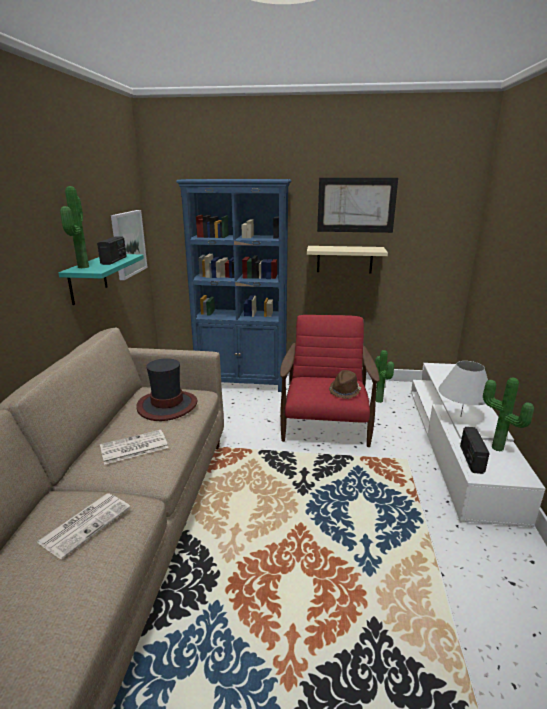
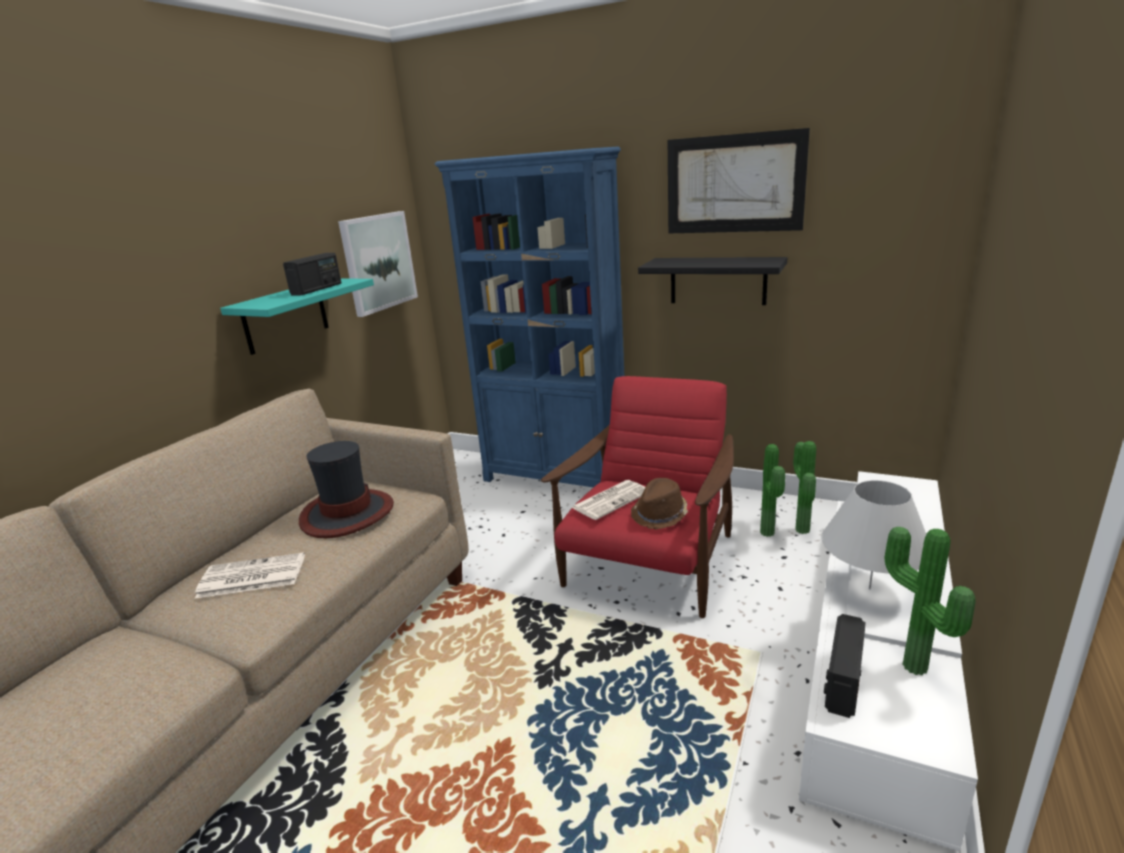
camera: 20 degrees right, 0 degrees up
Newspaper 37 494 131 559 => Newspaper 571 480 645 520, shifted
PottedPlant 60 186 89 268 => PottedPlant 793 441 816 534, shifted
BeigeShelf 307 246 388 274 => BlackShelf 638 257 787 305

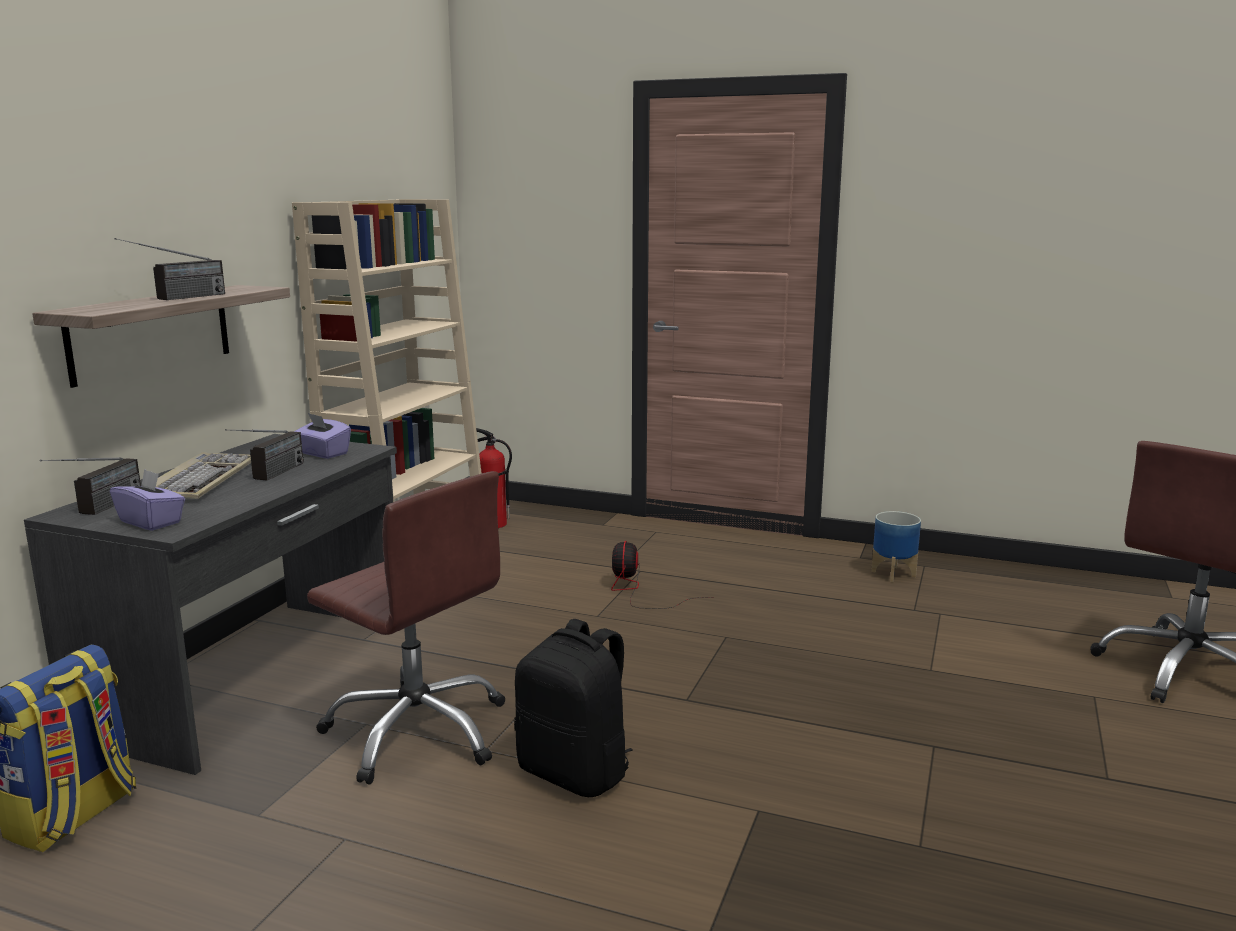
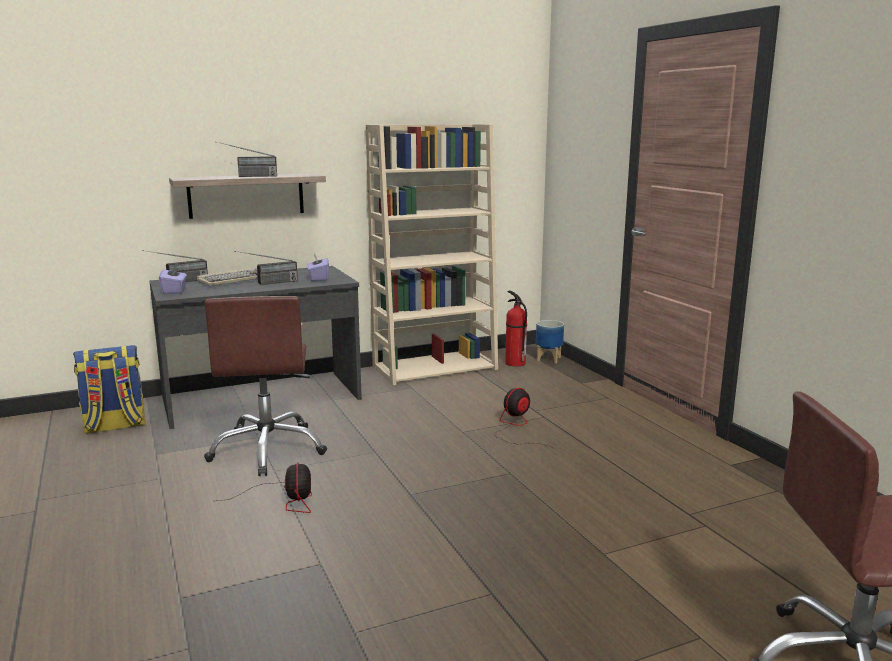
camera: 45 degrees right, 0 degrees up
Planter 871 511 921 582 => Planter 536 320 564 363, shifted
BlackBackpack 514 619 633 797 => Fan 217 463 312 513

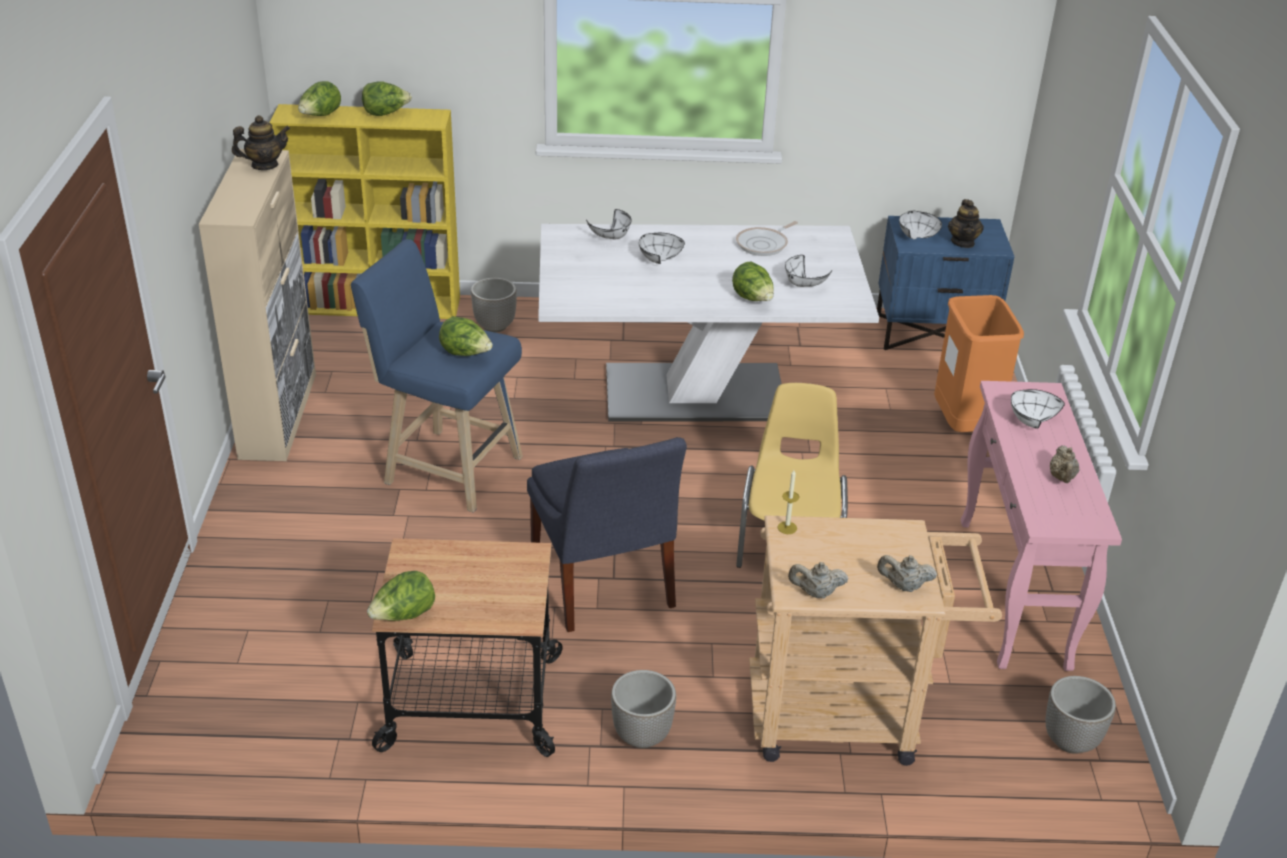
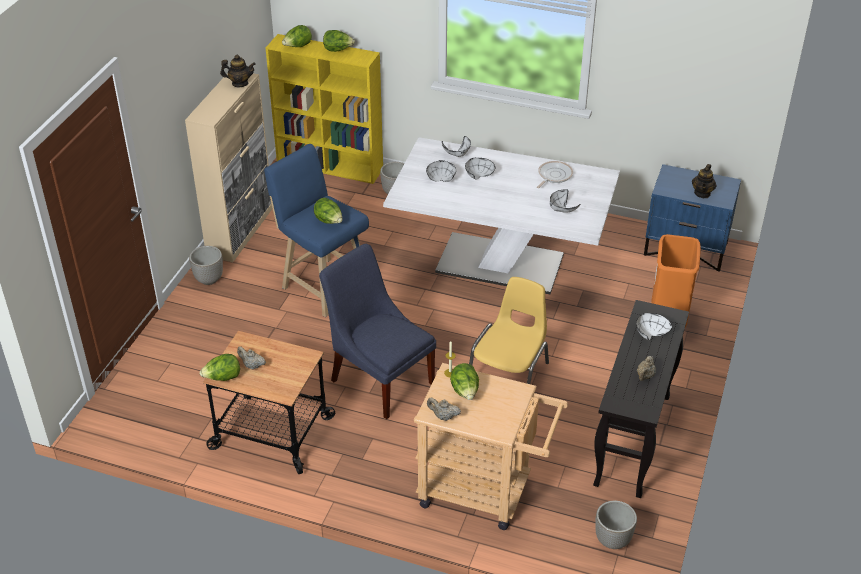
camera: 20 degrees right, 5 degrees up
Planter 611 670 676 748 => Planter 189 246 223 285, shifted
Lettuce 732 261 774 301 => Lettuce 450 363 479 400, shifted
BeigeTeapot 877 555 937 592 => BeigeTeapot 237 346 266 370, shifted
WhiteBowl 899 210 942 239 => WhiteBowl 426 160 456 182, shifted
PinkConsoleTable 961 381 1122 671 => BlackConsoleTable 593 300 689 498
BlueChair 527 437 687 632 => BlueChair 319 244 436 419, 135 degrees clockwise
FryingPan 736 221 798 256 => FryingPan 537 161 573 188, 150 degrees clockwise

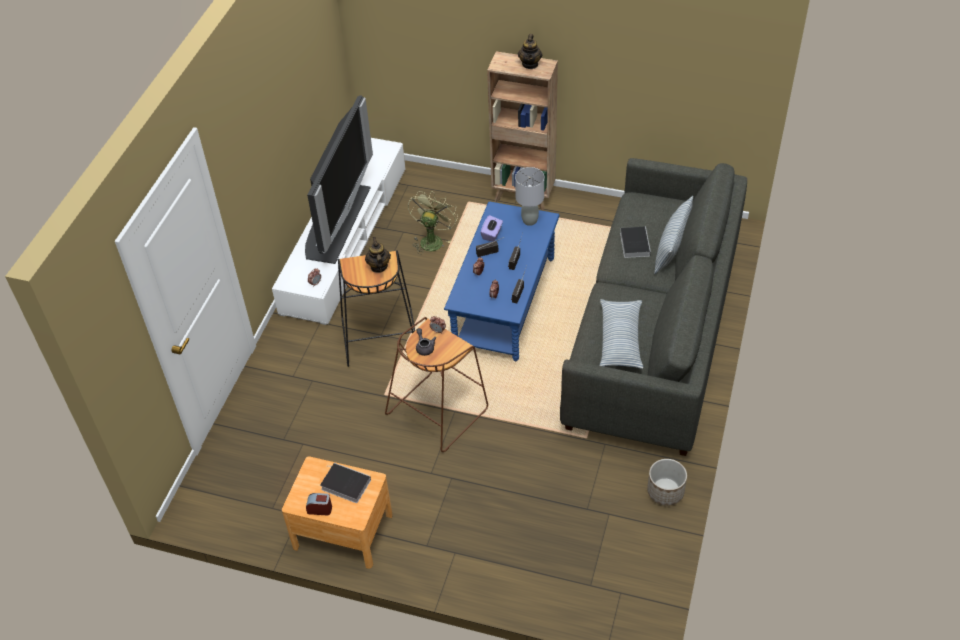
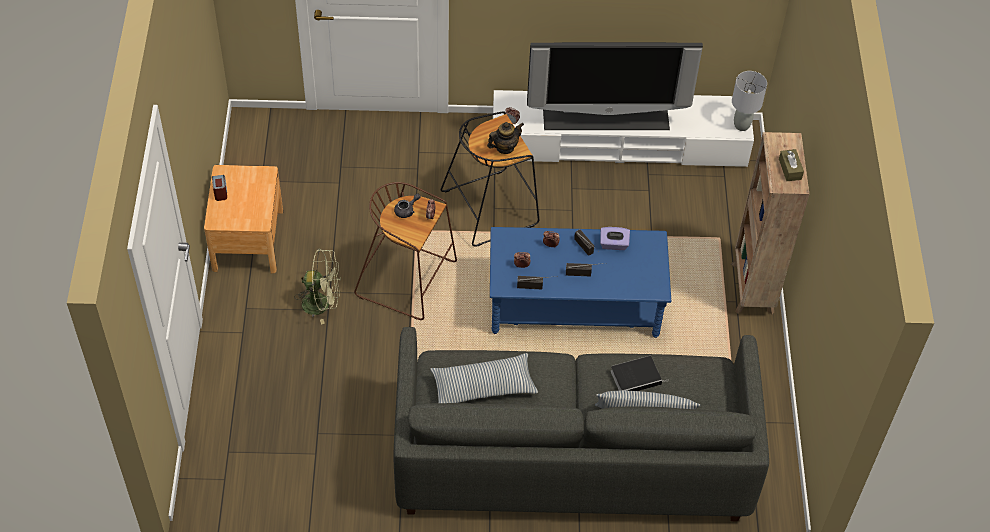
camera: 70 degrees right, 5 degrees up
Book 320 463 371 503 => nothing
Planter 647 459 687 506 => nothing
GreenFan 408 191 458 255 => GreenFan 294 249 341 325, shifted
GreyTableLamp 515 167 544 226 => GreyTableLamp 732 71 767 131, shifted
Teapot 518 34 542 69 => BrownTissueBox 779 149 804 181

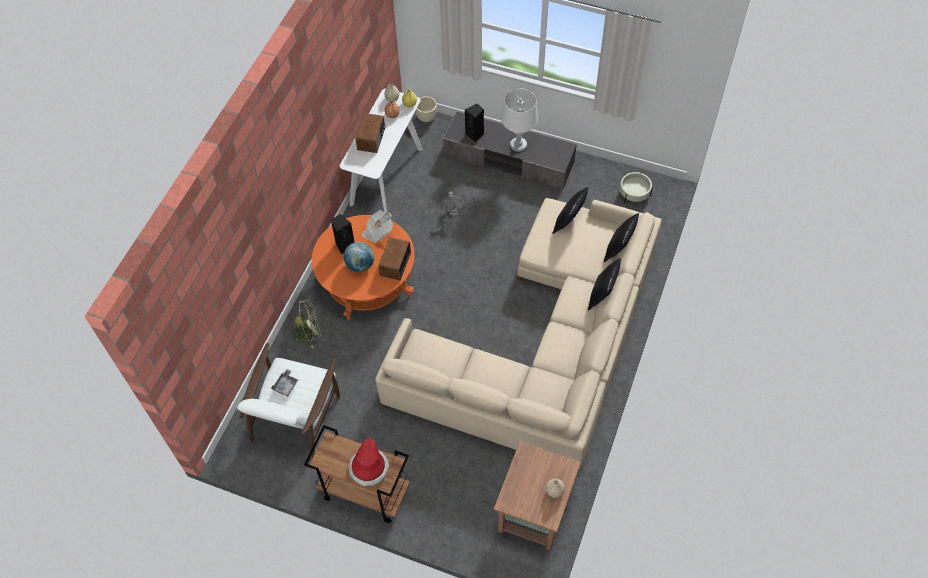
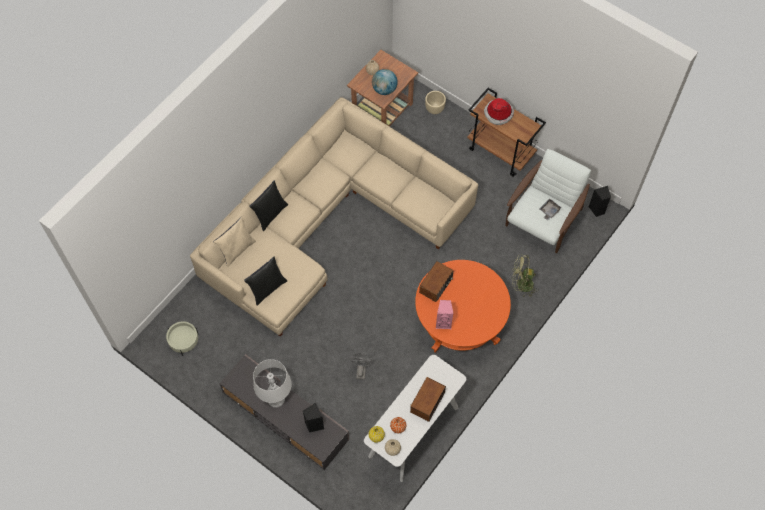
camera: 165 degrees left, 5 degrees up
BlackSpeaker 331 215 354 255 => BlackSpeaker 589 186 611 217, shifted
Globe 344 242 374 272 => Globe 372 69 398 95, shifted
BeigePlanter 416 96 437 122 => BeigePlanter 425 91 446 114, shifted
Newspaper 362 210 393 244 => PinkSpeaker 436 300 453 329
BlackPillow 604 213 639 262 => BeigePillow 214 217 256 267

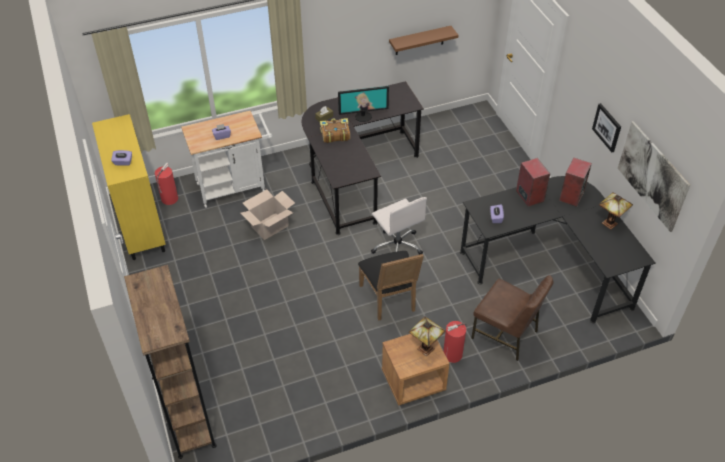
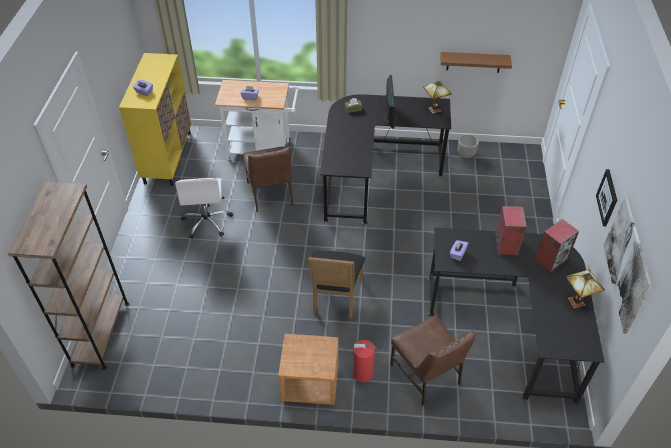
camera: 25 degrees right, 0 degrees up
FireExtinguisher 155 163 178 205 => nothing
Book 320 118 350 143 => nothing
nothing => Planter 458 134 479 158
WhiteOfficeChair 371 197 427 255 => WhiteOfficeChair 175 178 233 239, shifted
TableLamp 409 316 445 356 => TableLamp 423 81 452 114, shifted
CardboardBox 241 189 295 240 => BrownChair 243 146 293 212
Monitor 338 86 389 122 => Monitor 382 75 398 129, 105 degrees counterclockwise

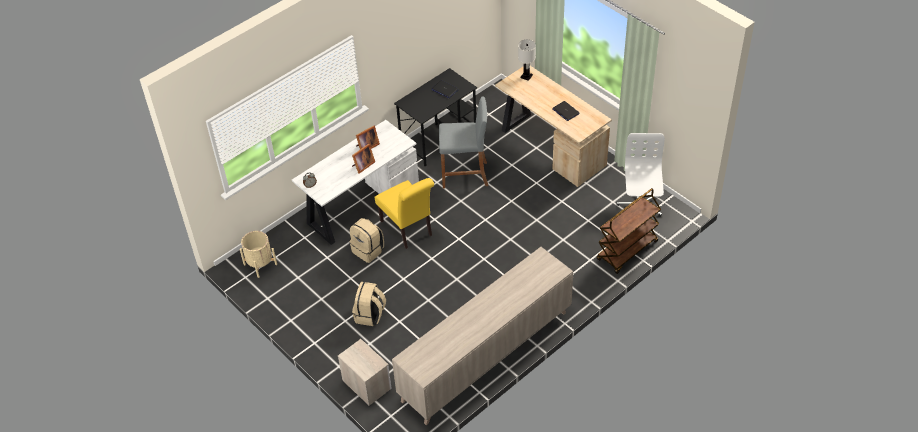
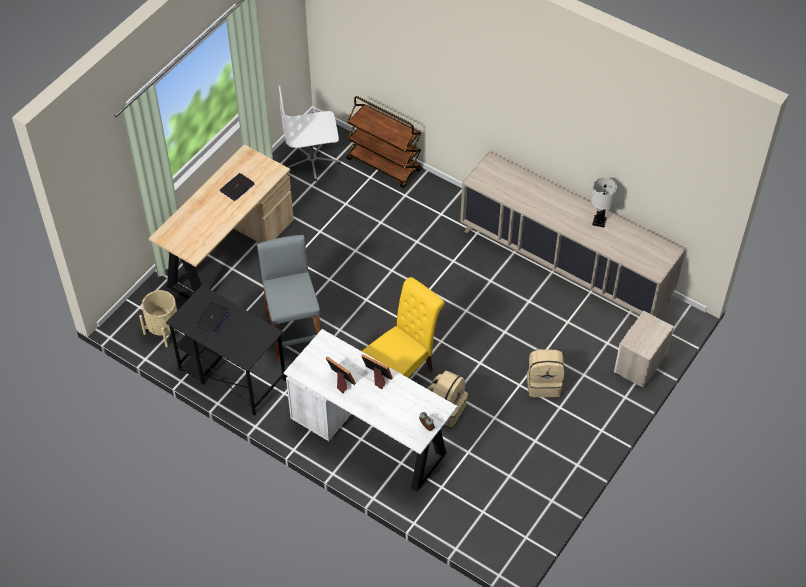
camera: 105 degrees left, 5 degrees up
BeigePlanter 240 231 277 278 => BeigePlanter 139 290 177 347, shifted
WhiteTableLamp 518 39 536 81 => WhiteTableLamp 591 177 617 227, shifted

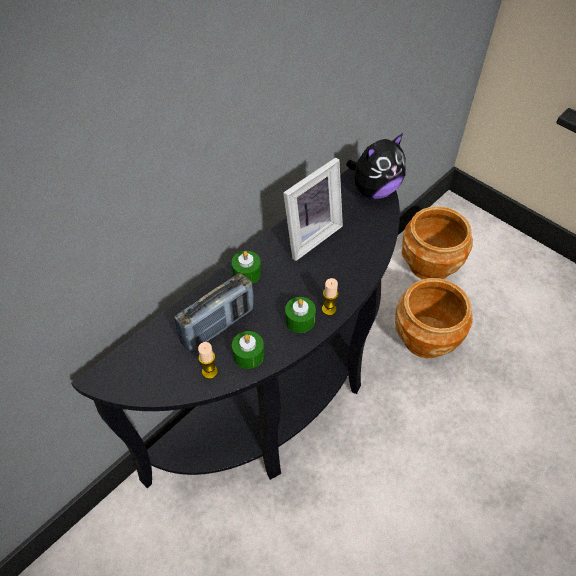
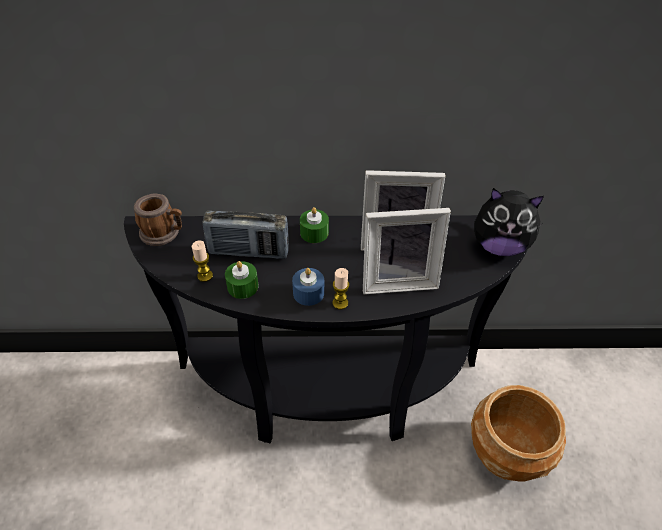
camera: 45 degrees right, 5 degrees down
BrownPlanter 401 206 473 279 => nothing
nothing => Mug 134 194 182 246
nothing => PictureFrame 363 208 451 294
GreenCandle 285 297 316 333 => BlueCandle 292 268 324 306

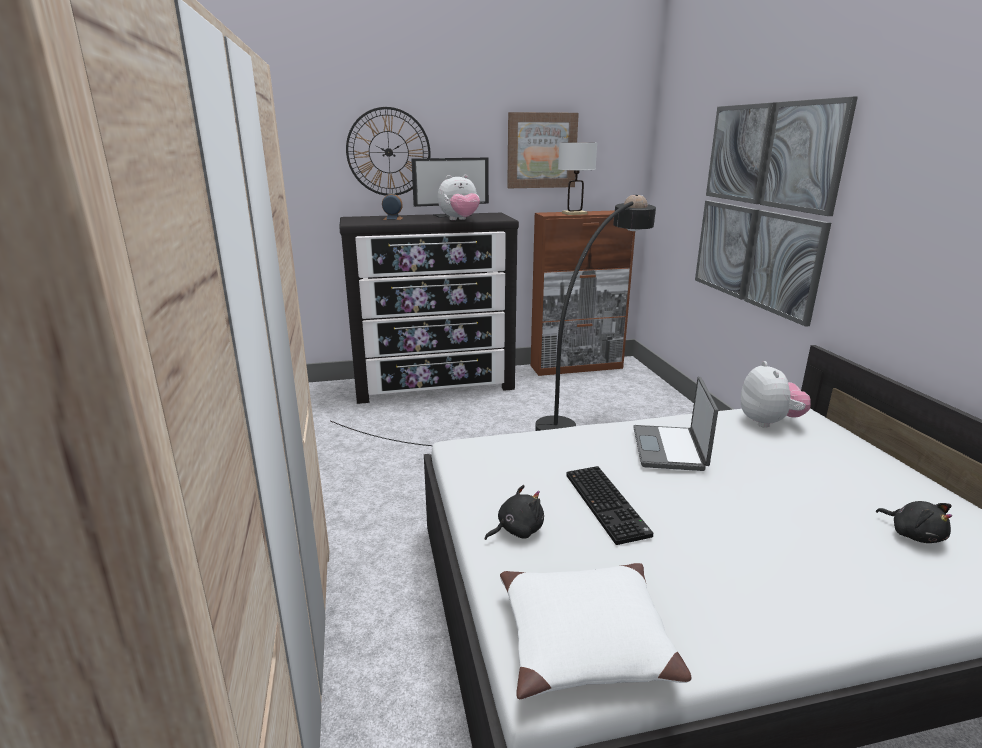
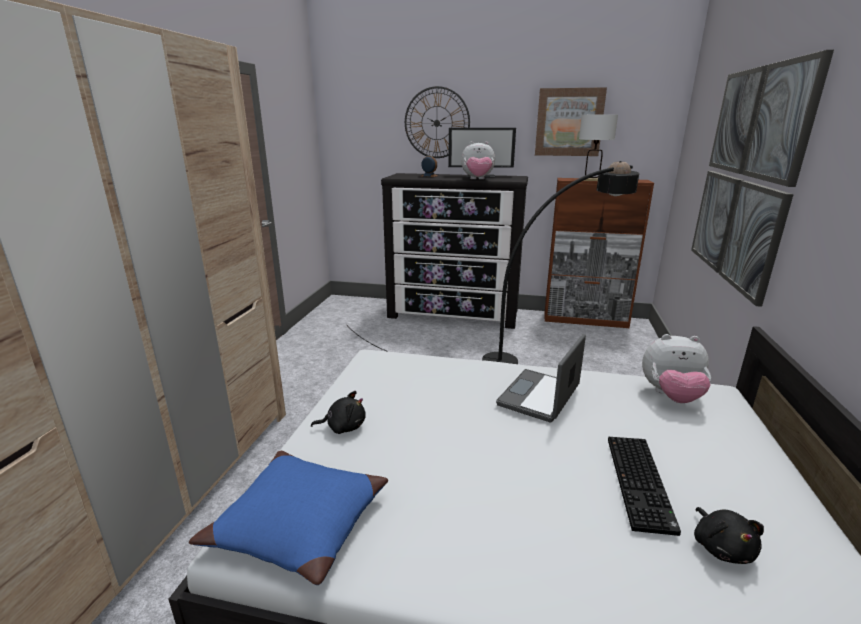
camera: 25 degrees right, 0 degrees up
Keyboard 566 466 653 545 => Keyboard 608 437 681 536, shifted
WhitePillow 500 563 691 699 => BluePillow 189 451 388 585
PlushToy 741 361 811 428 => PlushToy 642 334 711 403, 75 degrees clockwise

